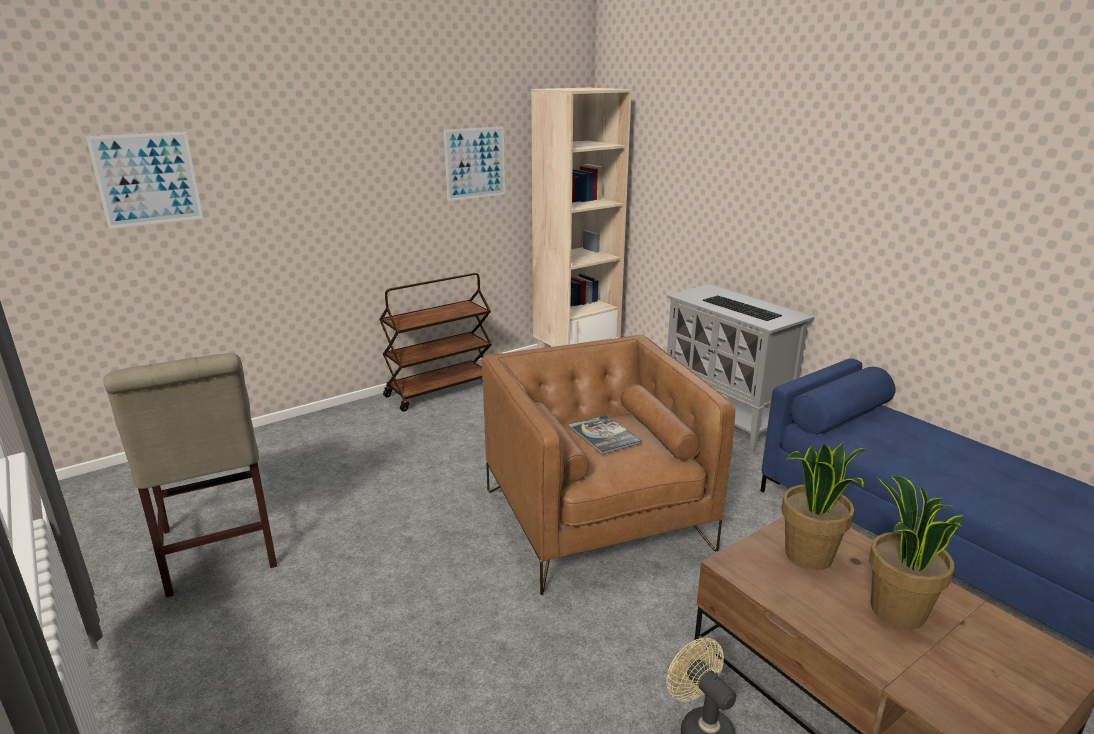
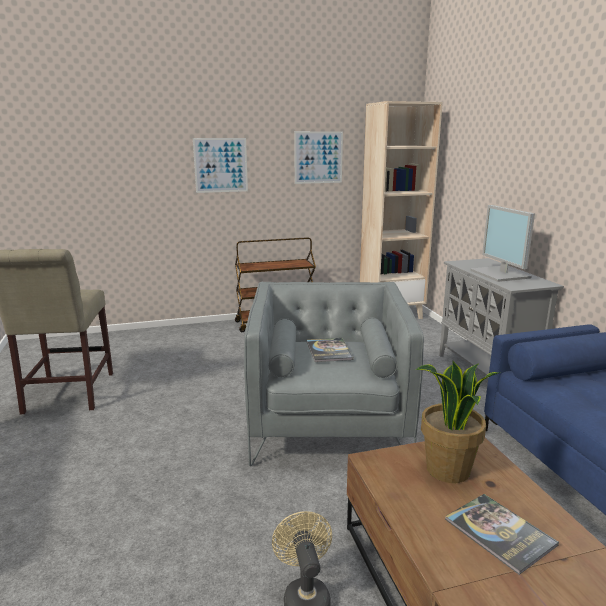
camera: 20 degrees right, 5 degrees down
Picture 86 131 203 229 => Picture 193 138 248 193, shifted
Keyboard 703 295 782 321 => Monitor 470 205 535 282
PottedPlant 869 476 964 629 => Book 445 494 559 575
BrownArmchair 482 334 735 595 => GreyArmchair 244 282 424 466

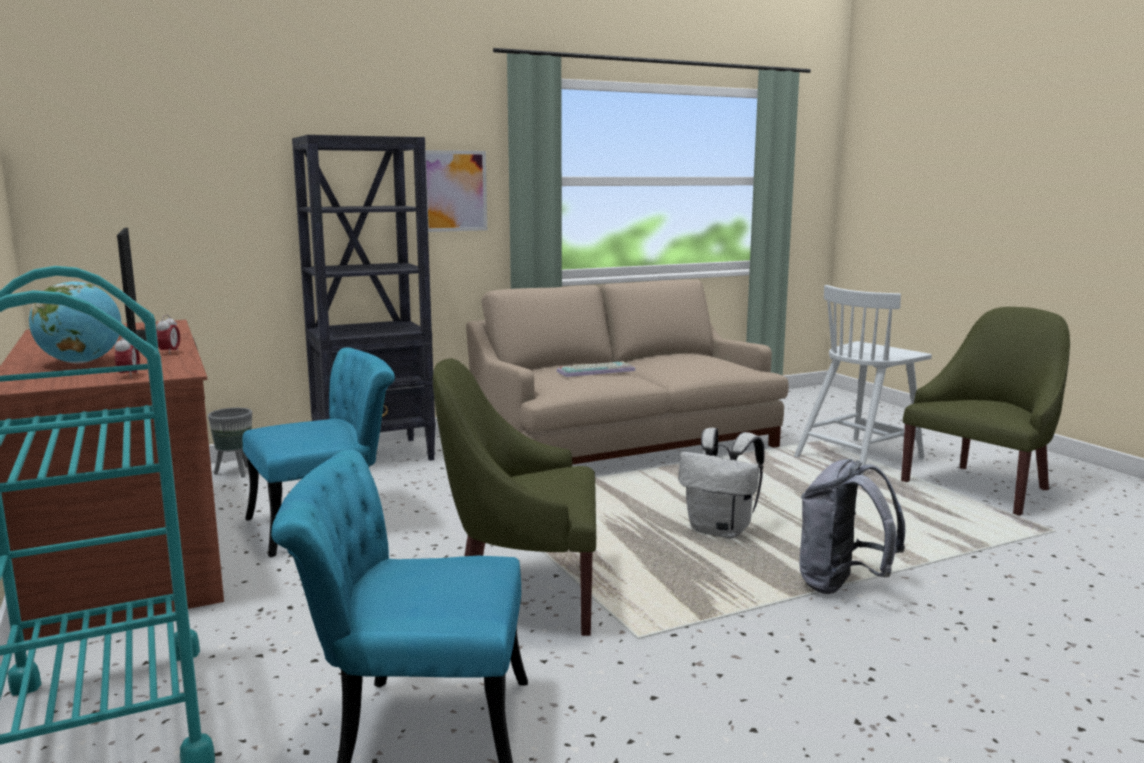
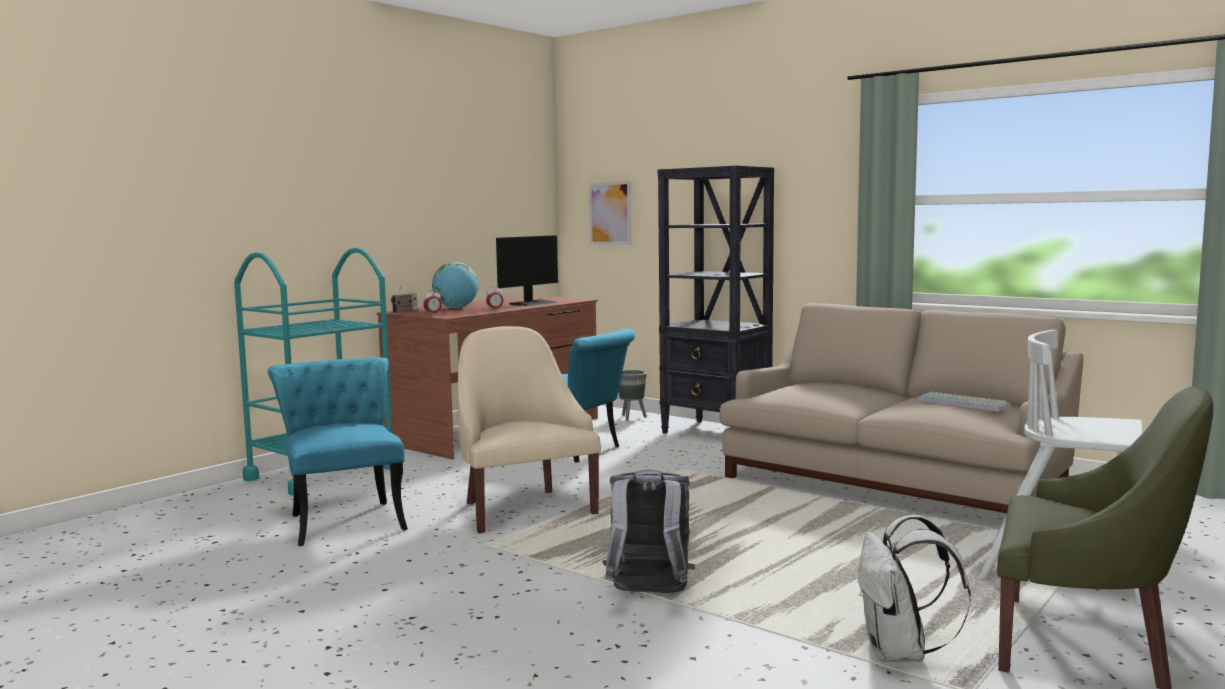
camera: 65 degrees right, 5 degrees down
nothing => Radio 391 287 418 313
Picture 425 150 487 232 => Picture 589 181 631 245, shifted
Keyboard 556 361 636 377 => Keyboard 917 392 1010 412, shifted
WhiteBackpack 678 428 764 538 => WhiteBackpack 858 515 971 662, shifted
GreenArmchair 433 358 596 636 => BeigeArmchair 457 326 601 534

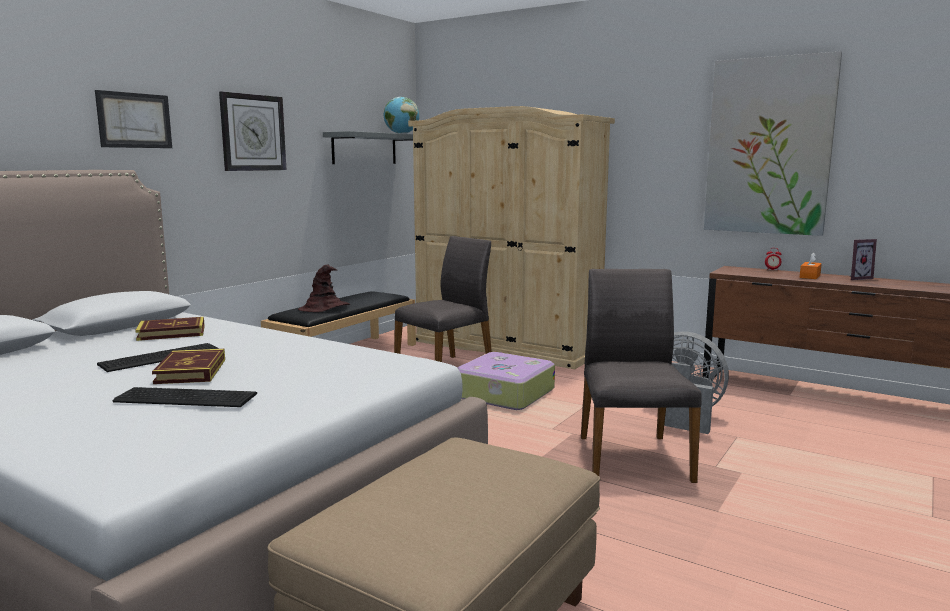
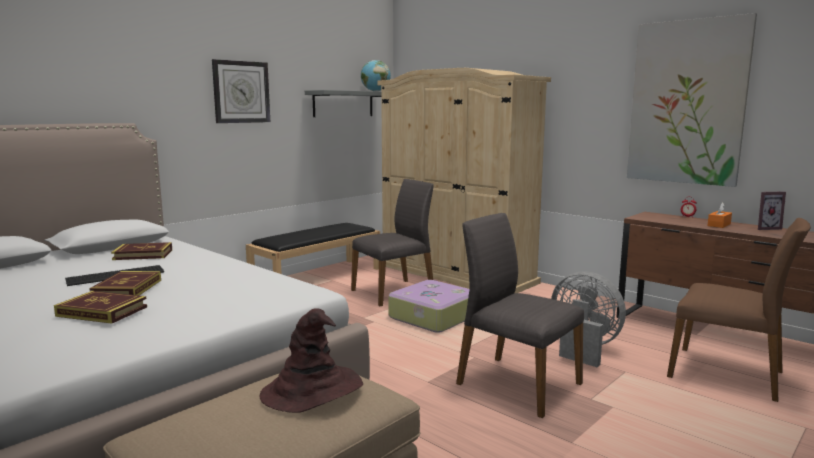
camera: 10 degrees right, 0 degrees up
Picture 95 90 172 148 => nothing
nothing => BrownChair 667 218 811 402
BrownHat 298 264 350 312 => BrownHat 260 308 363 413, shifted
Keyboard 113 387 257 407 => Book 54 291 147 324
GreyChair 581 269 702 483 => GreyChair 456 213 584 418, 60 degrees counterclockwise

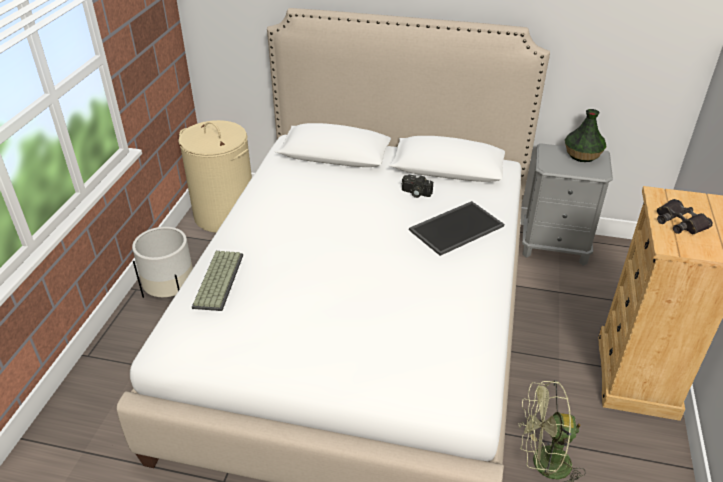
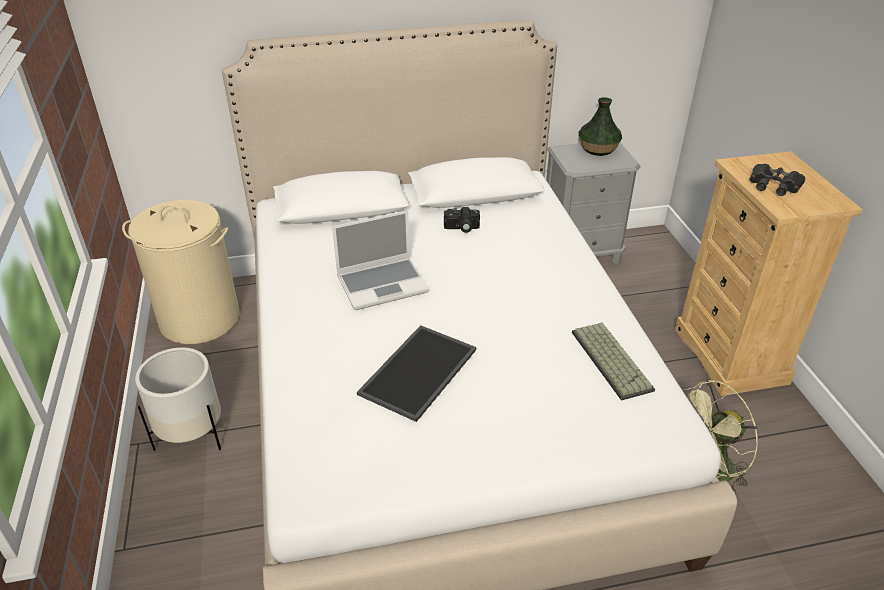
camera: 25 degrees left, 0 degrees up
nothing => Laptop 332 210 430 310
Keyboard 192 251 243 311 => Keyboard 572 323 655 401, shifted
Tray 409 201 504 256 => Tray 357 325 476 422, shifted

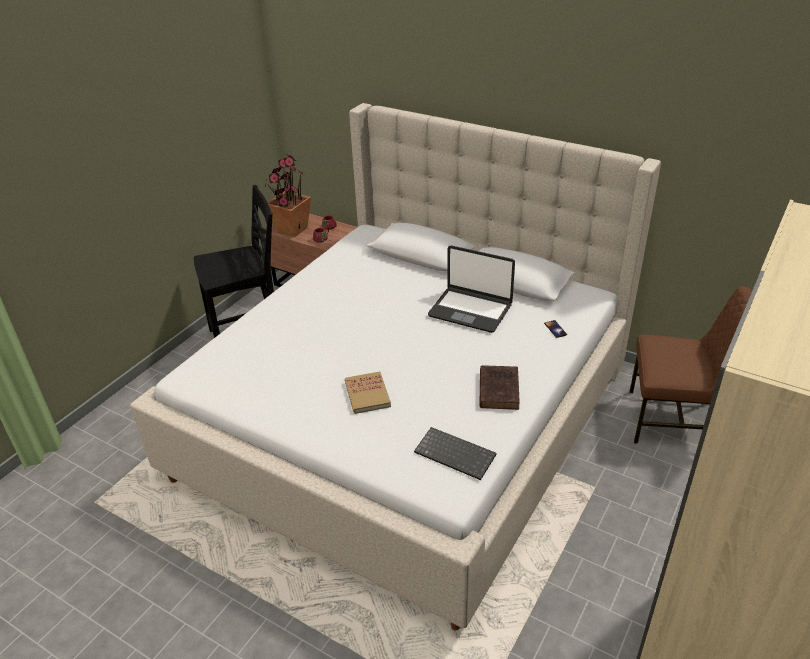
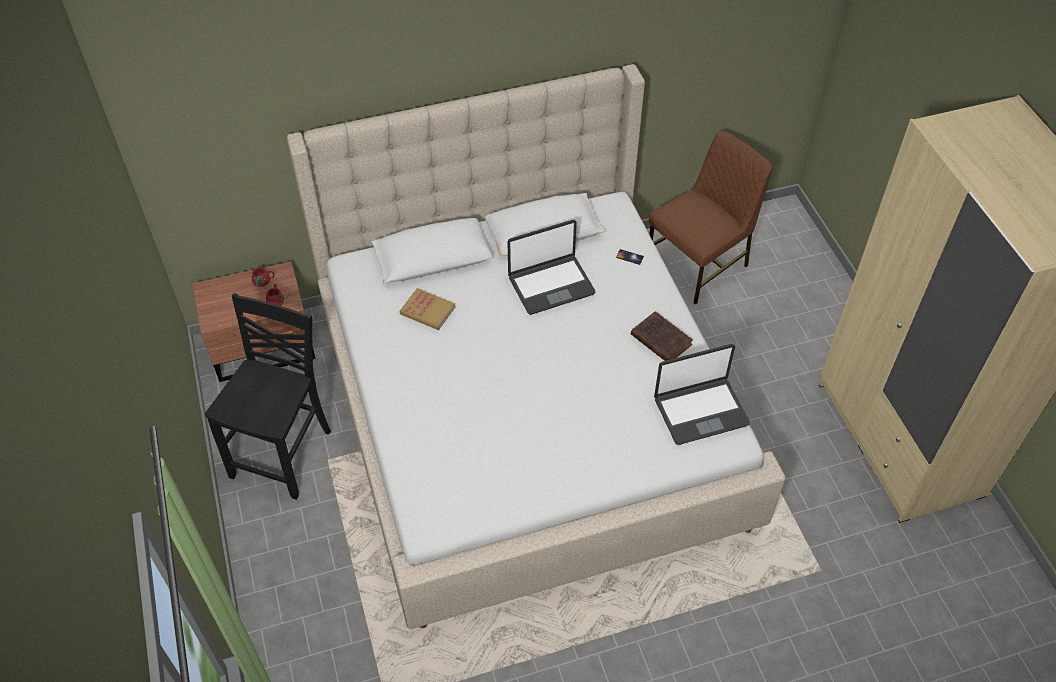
camera: 50 degrees left, 15 degrees up
PottedPlant 264 155 311 237 => nothing
Book 345 372 391 414 => Book 399 288 455 330, shifted
Keyboard 414 427 497 480 => Laptop 654 344 750 445

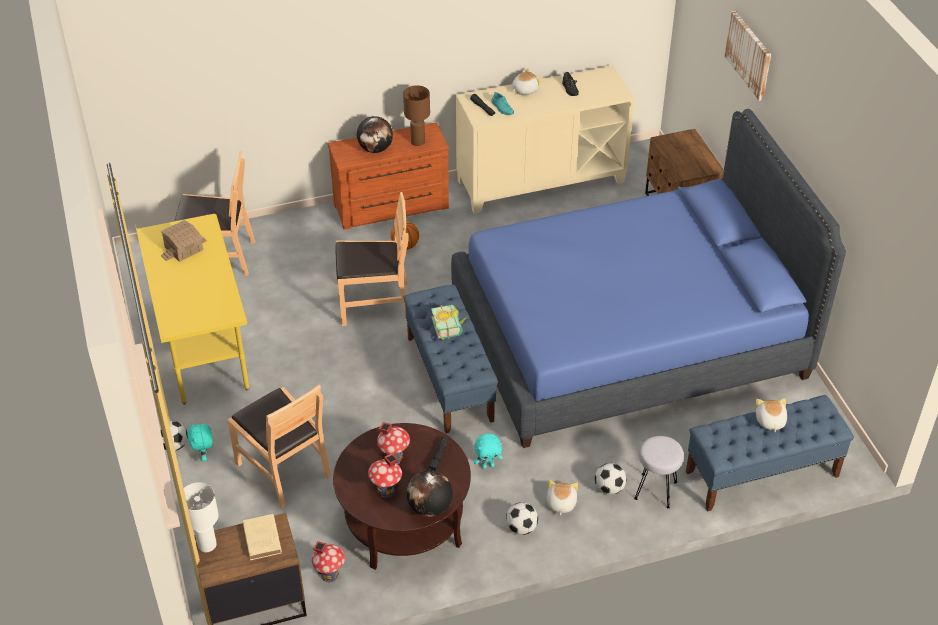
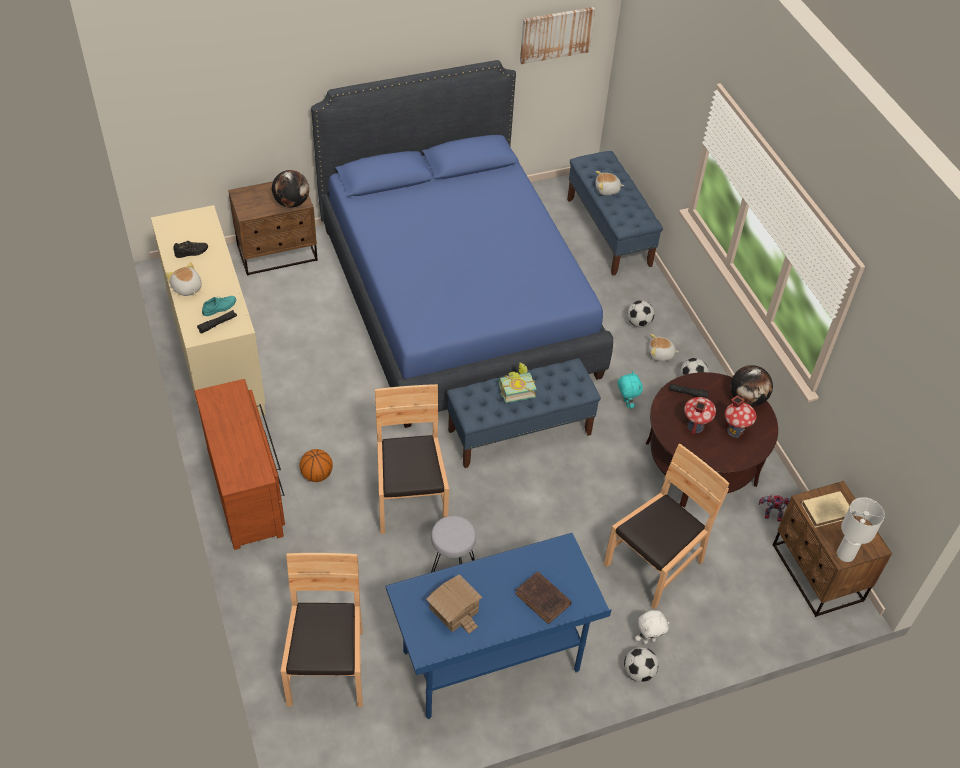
camera: 95 degrees left, 5 degrees up
BrownTableLamp 403 85 430 146 => nothing
nothing => BrownBook 515 571 572 624
Globe 357 116 393 153 => Globe 272 170 309 208, shifted
GreyStool 634 436 684 509 => GreyStool 431 516 476 573, shifted
Picture 725 11 771 101 => Picture 520 7 595 64, shifted
ToyHouse 312 541 345 582 => ToyRobot 759 494 790 522
YellowDesk 135 214 249 405 => BlueDesk 385 533 612 719
TurquoisePlushToy 187 423 213 461 => WhitePlushToy 635 610 670 644

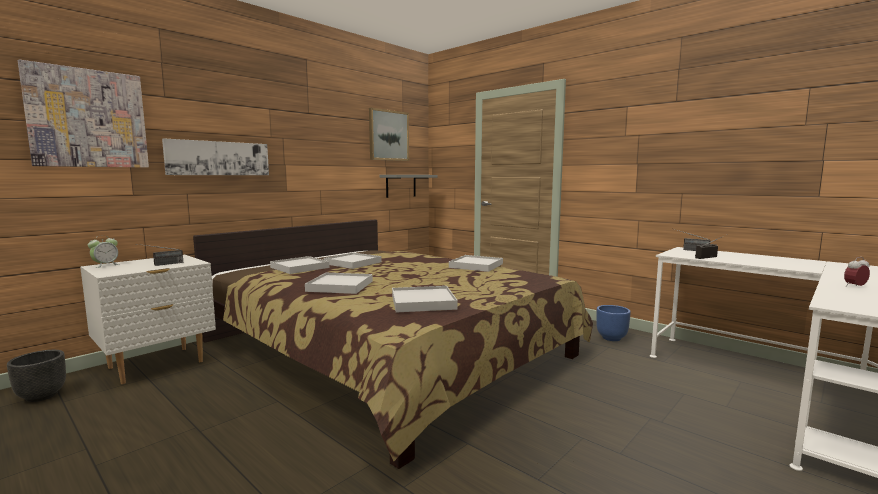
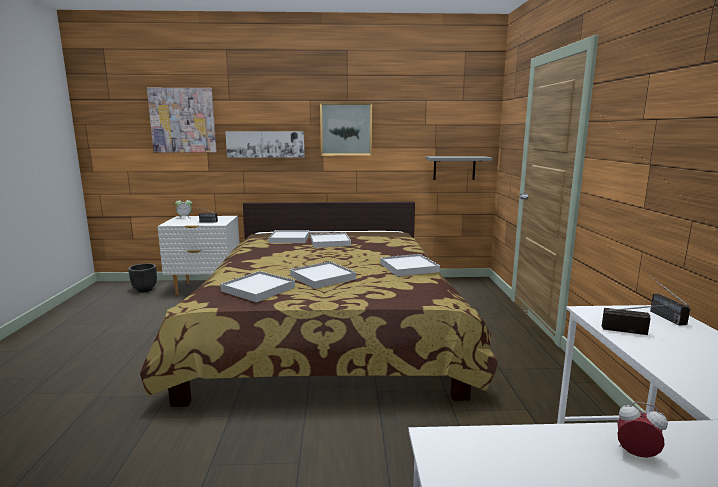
camera: 45 degrees right, 5 degrees up
BluePlanter 596 305 631 341 => nothing
WhiteTray 305 273 372 294 => WhiteTray 290 261 356 289, shifted
Picture 369 108 409 161 => Picture 320 102 372 156, shifted

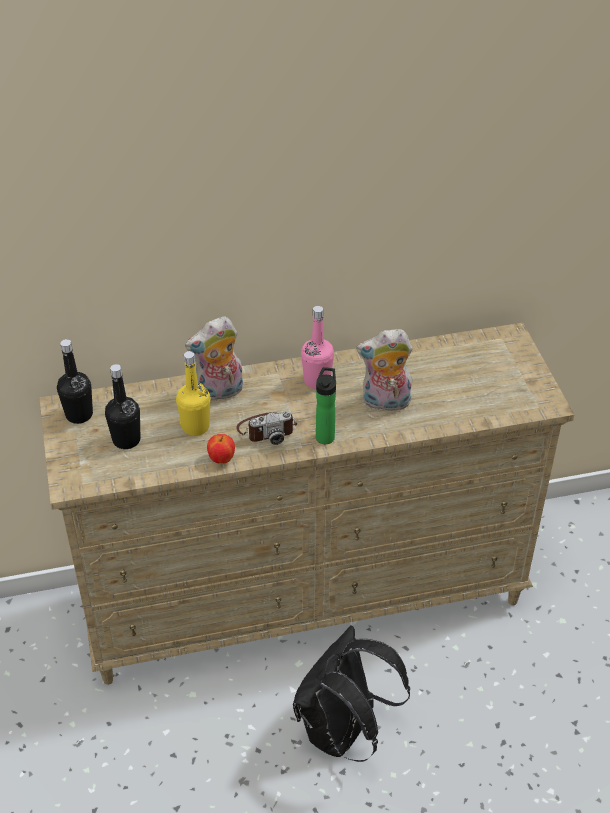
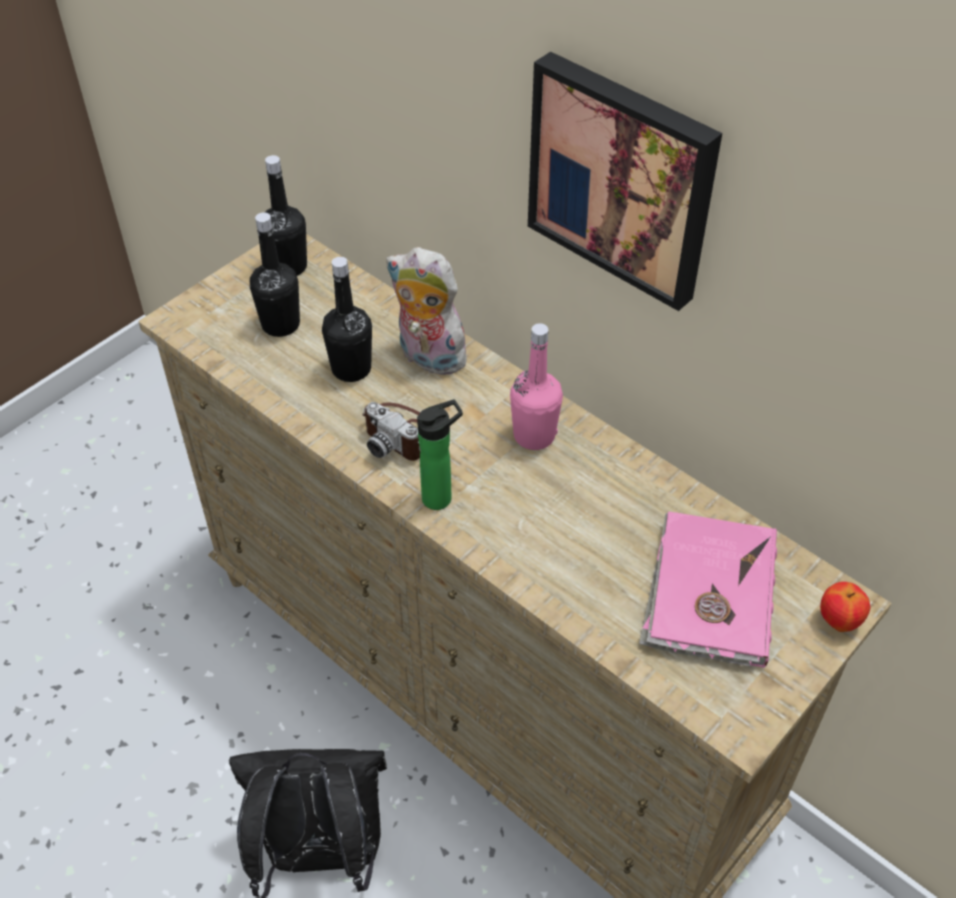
camera: 55 degrees right, 5 degrees up
PlushToy 356 329 413 411 => nothing
nothing => Picture 528 52 722 311
nothing => PinkBook 639 511 777 668
Apple 207 434 235 463 => Apple 820 582 870 632, shifted
YellowBottle 176 351 210 436 => BlackBottle 322 257 372 382

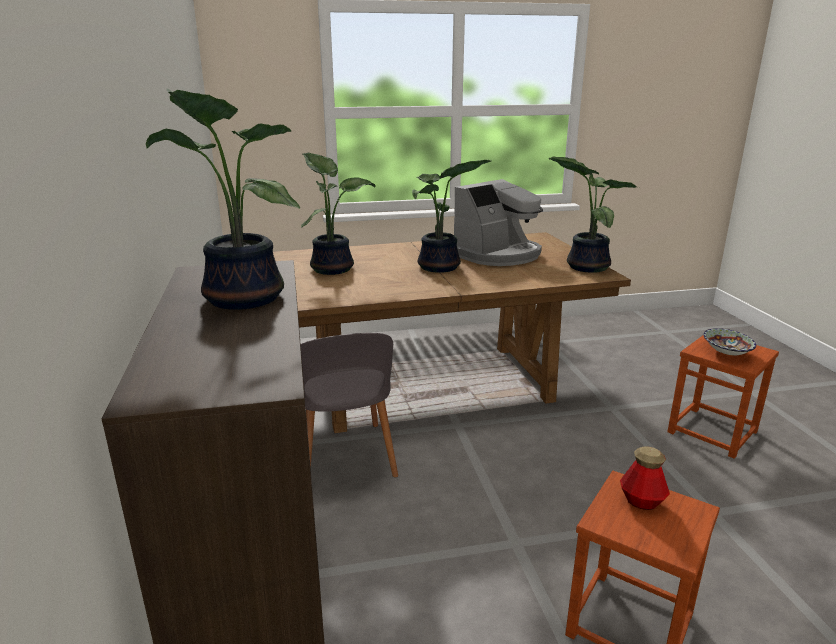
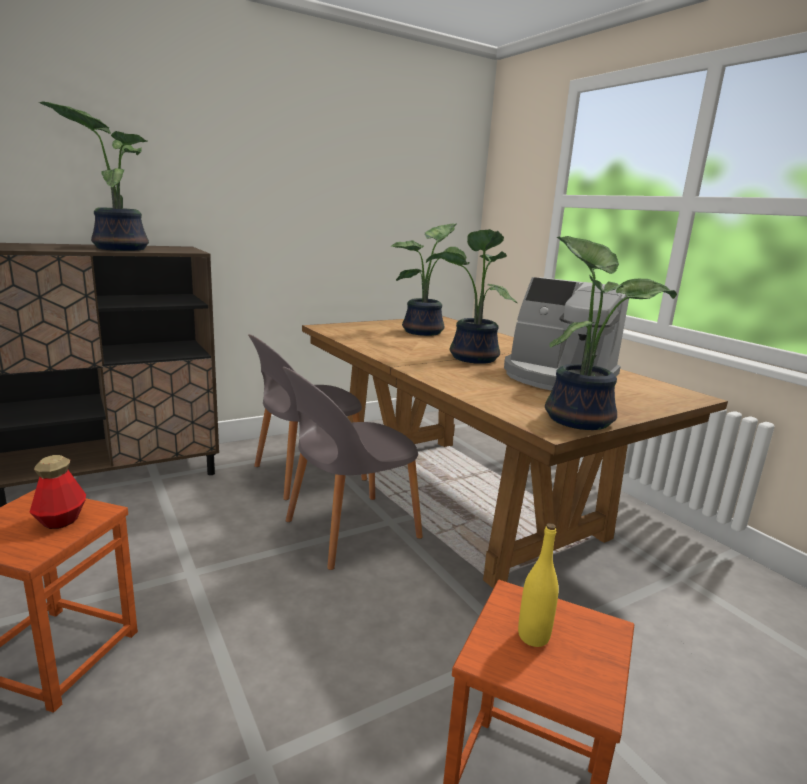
camera: 70 degrees right, 5 degrees down
nothing => GreyChair 283 367 423 570
Bowl 703 328 756 355 => YellowBottle 518 523 559 647

